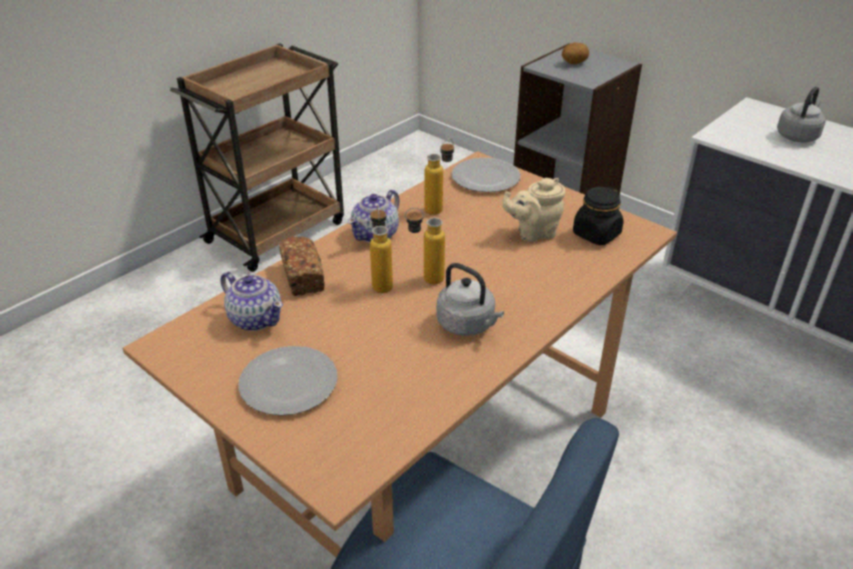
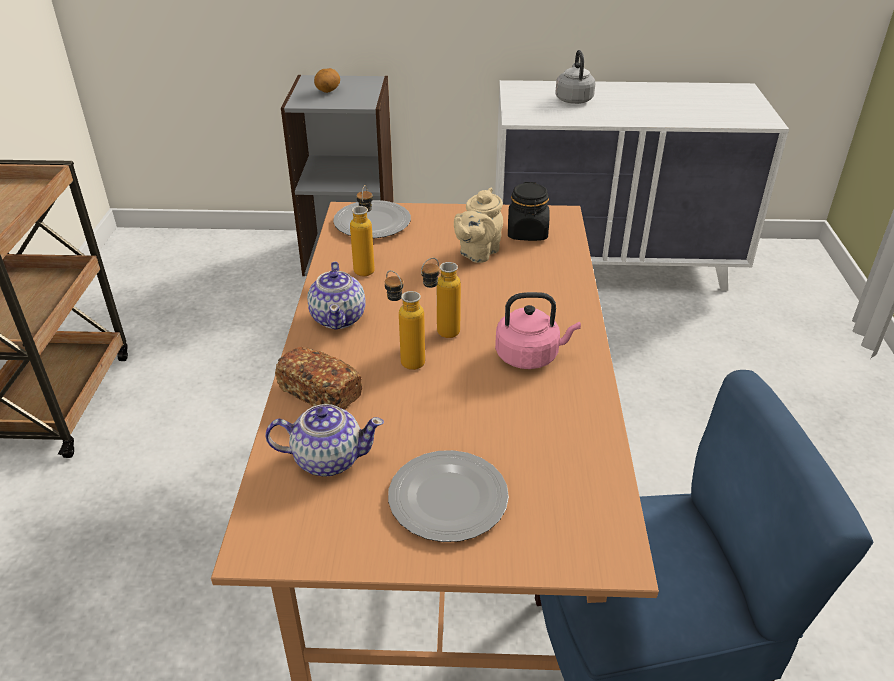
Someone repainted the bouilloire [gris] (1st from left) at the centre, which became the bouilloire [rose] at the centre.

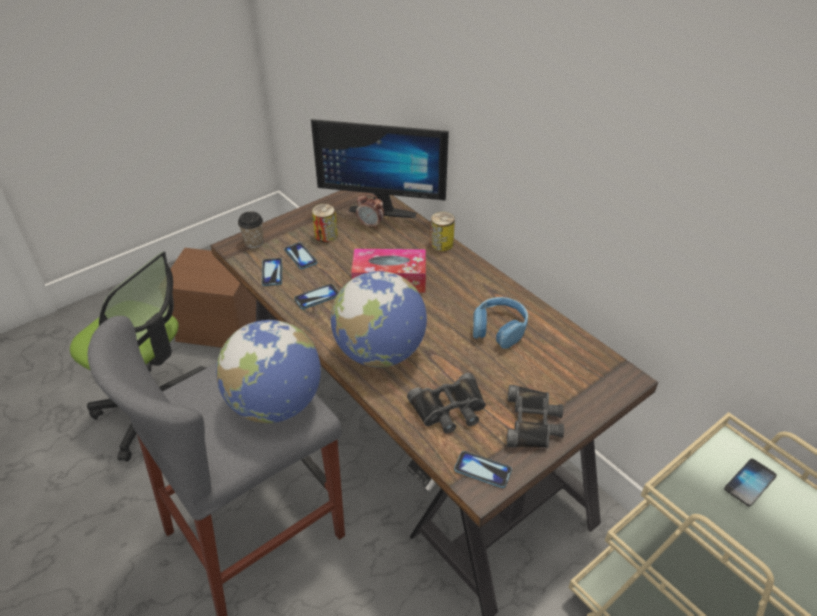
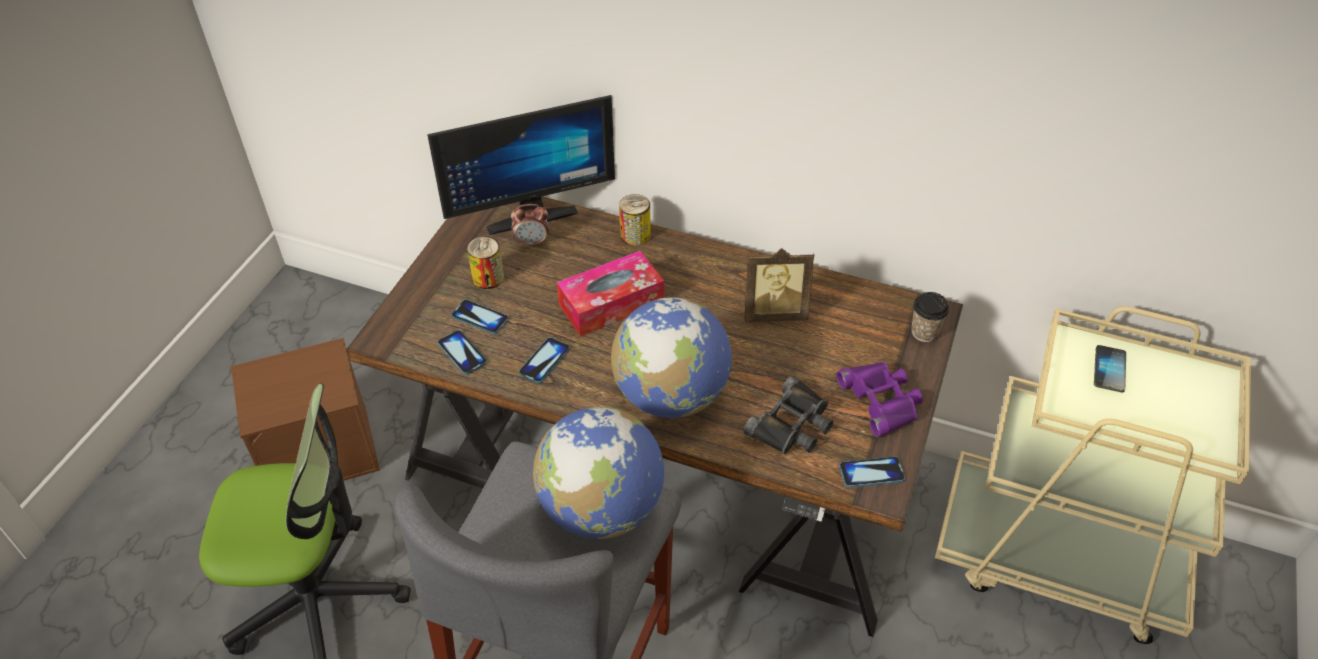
Someone carried the tasse from the middle left to the middle right. Someone swapped the casque audio [bleu] at the centre for the cadre photo at the centre. Someone repainted the jumelles [noir] (2nd from left) at the bottom centre, which became the jumelles [violet] at the middle right.

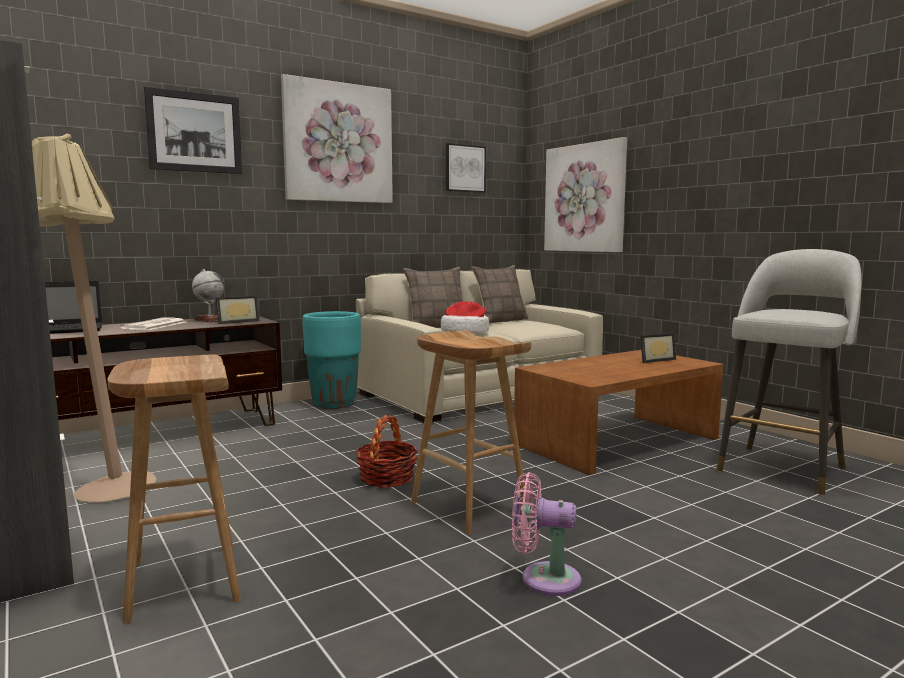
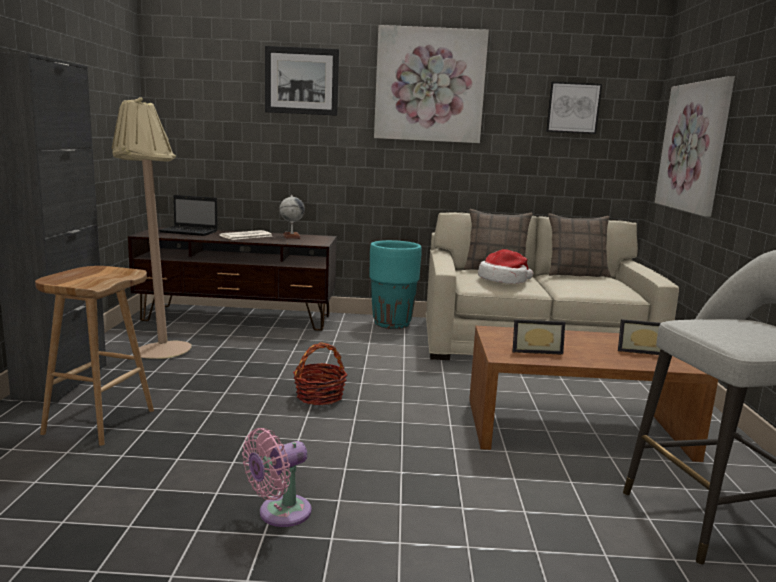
Someone carried the cadre photo (1st from left) from the middle left to the middle right. Someone took away the tabouret [marron] (2nd from left) at the centre. Someone rotated the ventilateur [rose] at the bottom centre by 90 degrees counterclockwise.

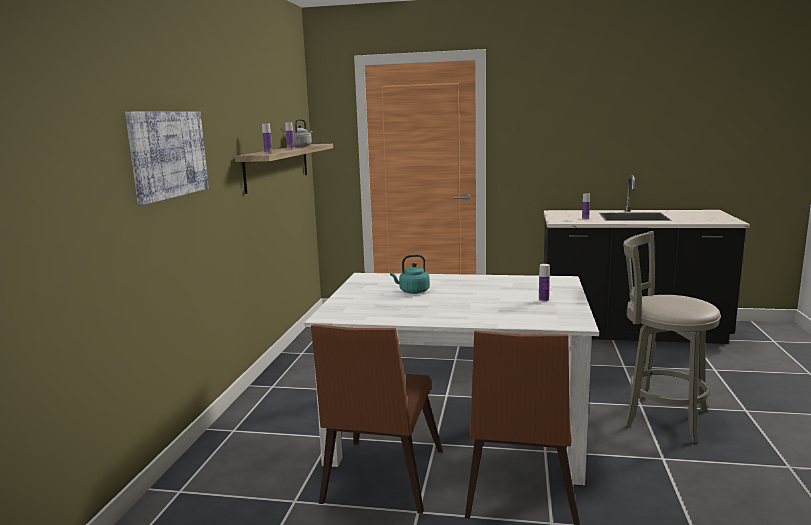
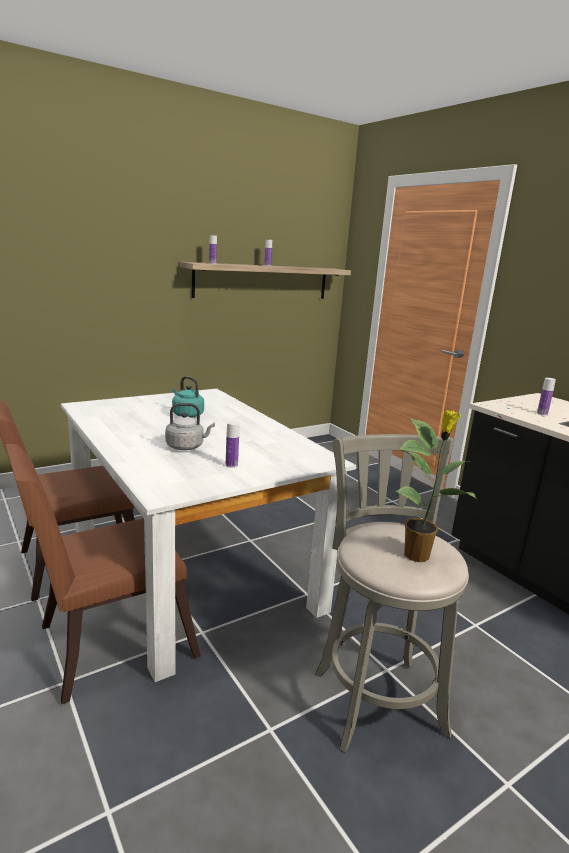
Someone took away the tableau at the top left. Someone carried the bouilloire [gris] from the top centre to the centre. Someone put down the plante en pot at the middle right.

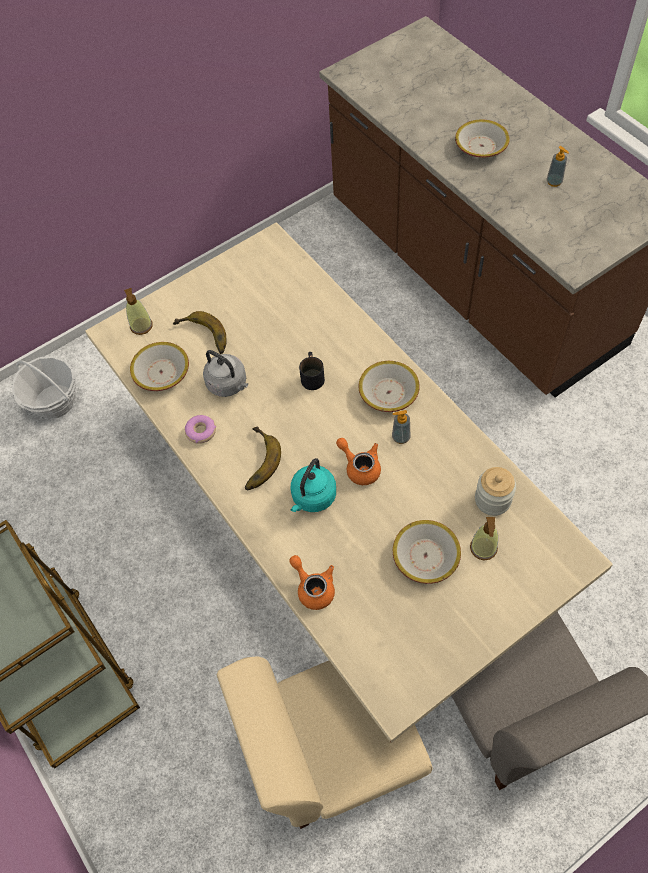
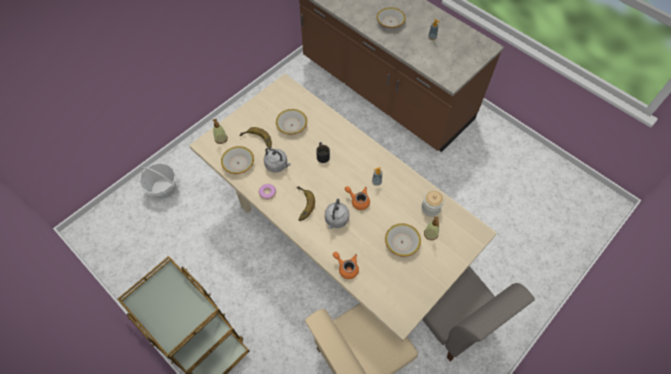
Someone repainted the bouilloire [turquoise] at the centre, which became the bouilloire [gris] (2nd from left) at the centre. Someone carried the bol (2nd from left) from the centre to the top centre.

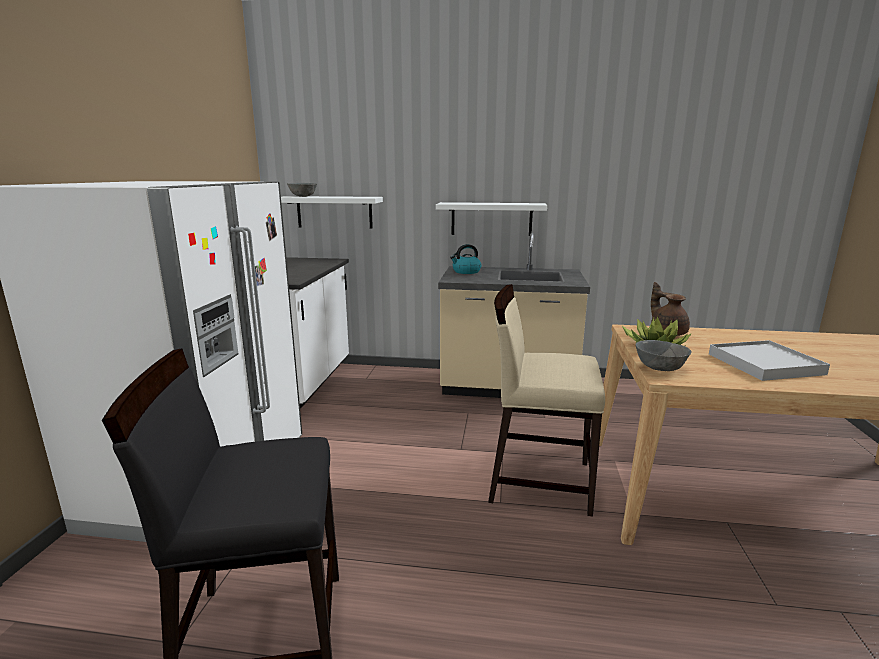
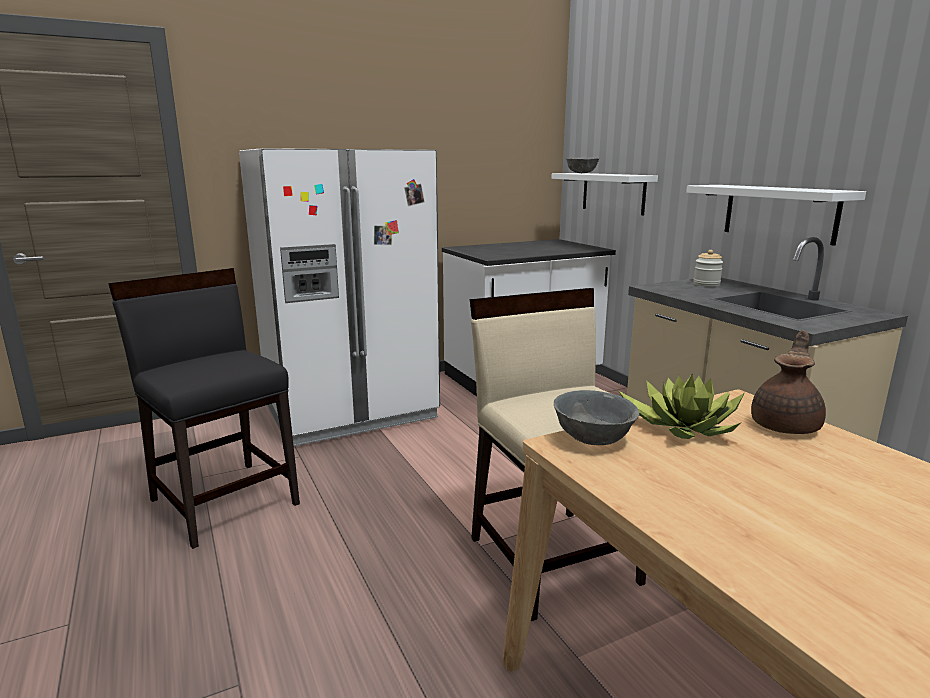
Someone swapped the bouilloire at the centre for the bocal at the middle right. Someone took away the plateau [blanc] at the middle right.

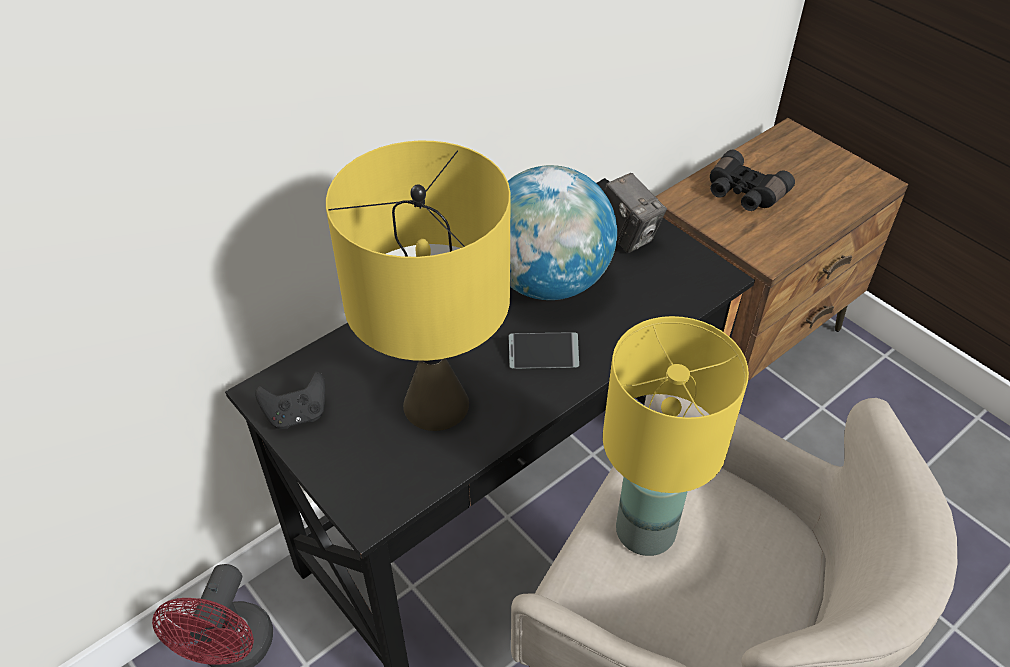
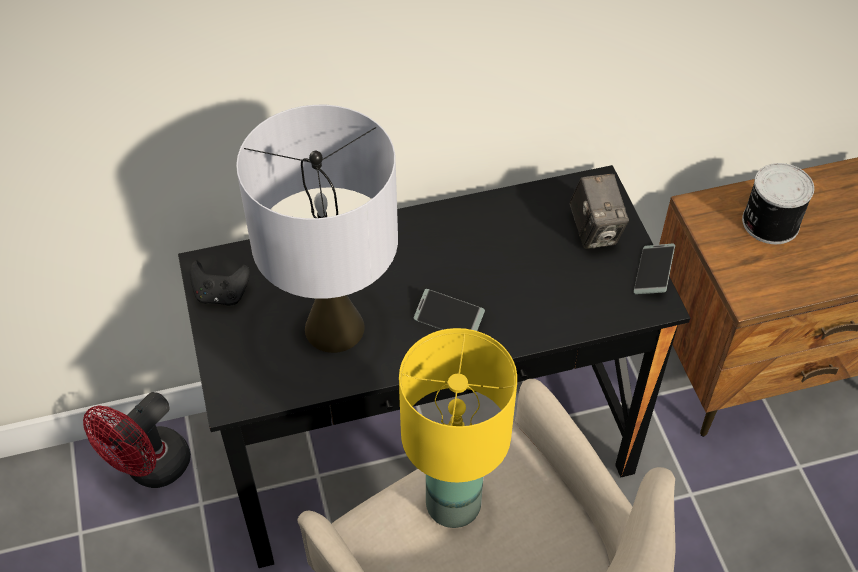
Someone repainted the lampe de table [jaune] (1st from left) at the centre, which became the lampe de table [gris] at the centre. Someone took away the globe at the centre. Someone swapped the jumelles [noir] at the top right for the boîte métallique at the middle right. Someone put down the téléphone (2nd from left) at the middle right.

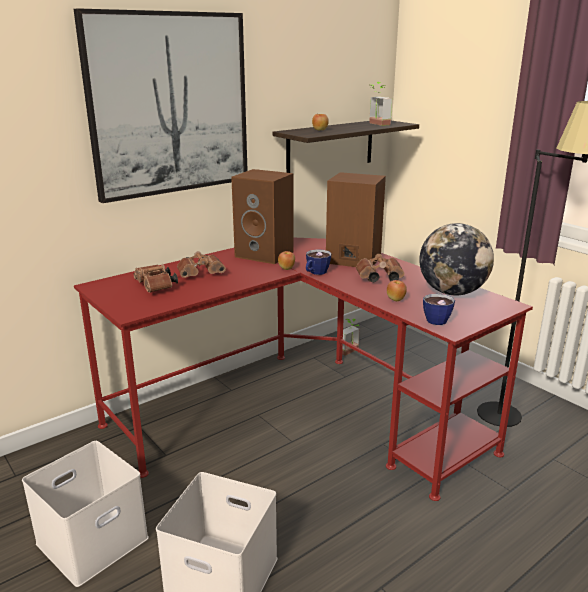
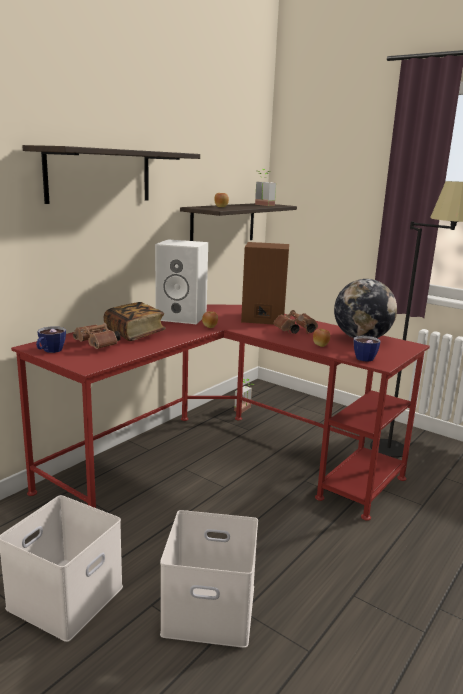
Someone swapped the tableau at the top left for the étagère (1st from left) at the top left. Someone swapped the jumelles [marron] (2nd from left) at the centre for the livre at the middle left. Someone repainted the enceinte [marron] (1st from left) at the centre, which became the enceinte [blanc] at the centre. Someone carried the tasse (1st from left) from the centre to the middle left.

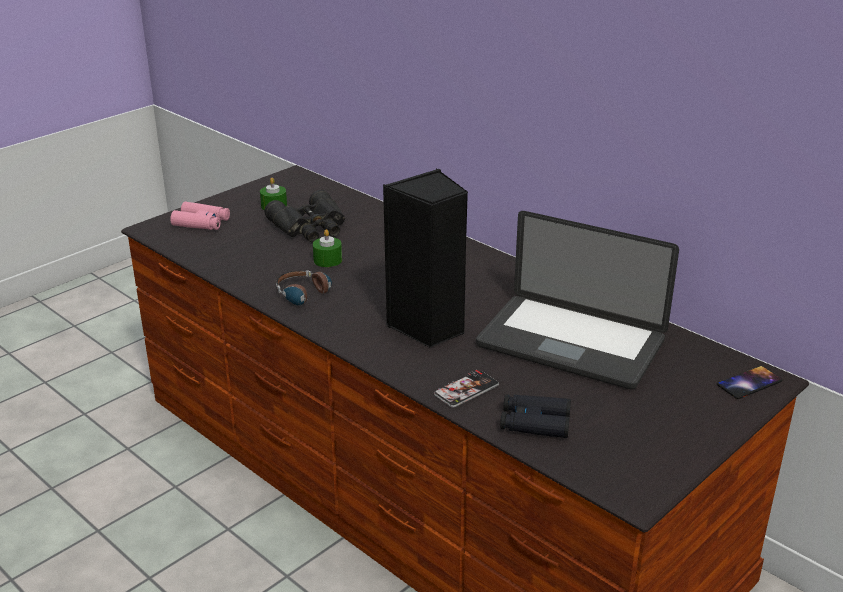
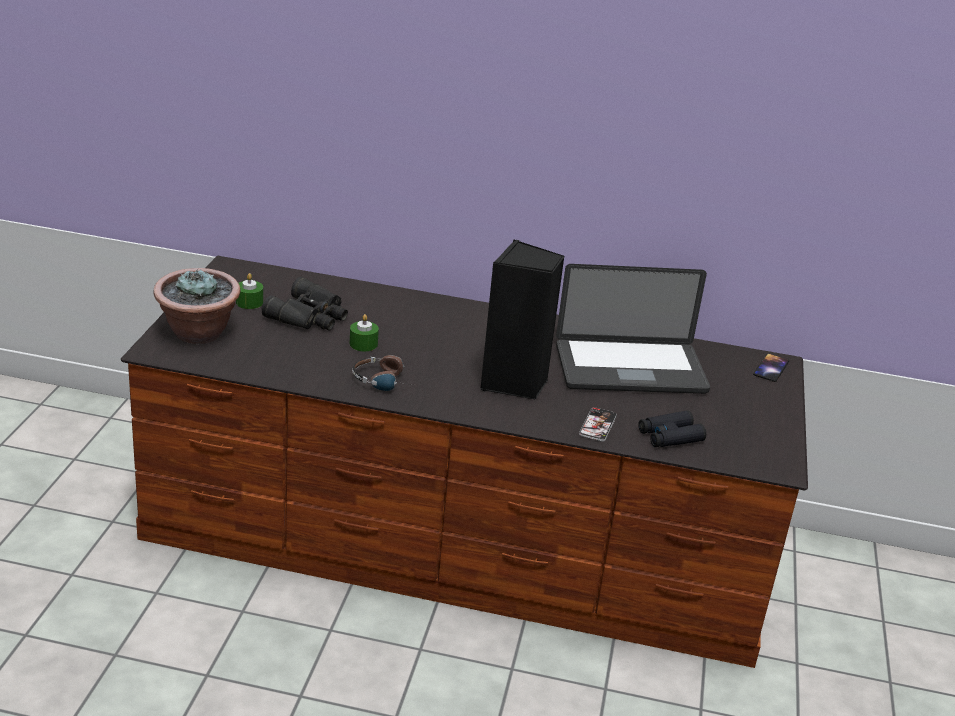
Someone swapped the jumelles [rose] at the middle left for the plante en pot at the middle left.

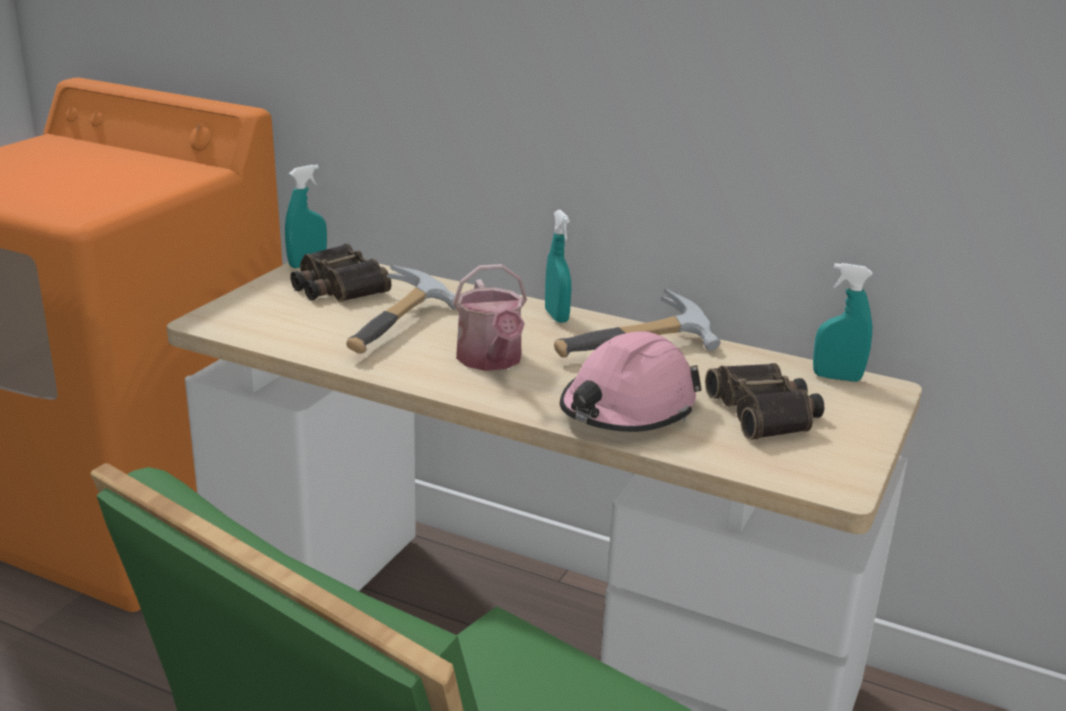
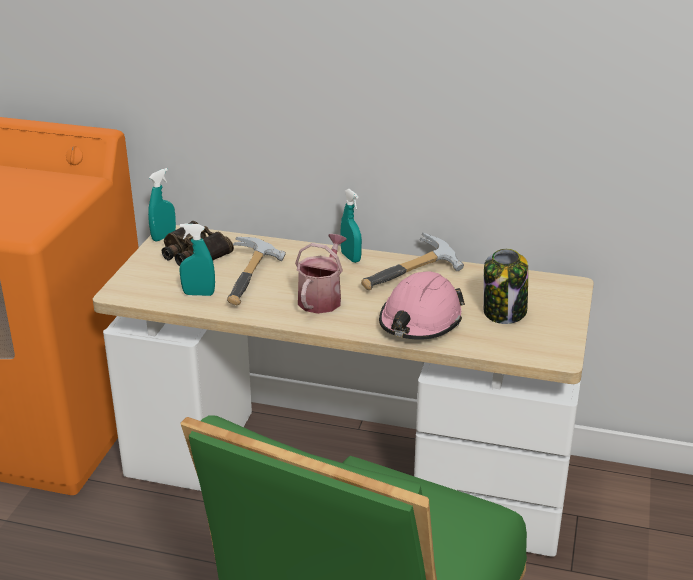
Someone rotated the arrosoir at the centre by 135 degrees counterclockwise. Someone swapped the jumelles (2nd from left) at the middle right for the bocal at the middle right. Someone carried the vaporisateur [turquoise] (3rd from left in the first image) from the middle right to the middle left.

